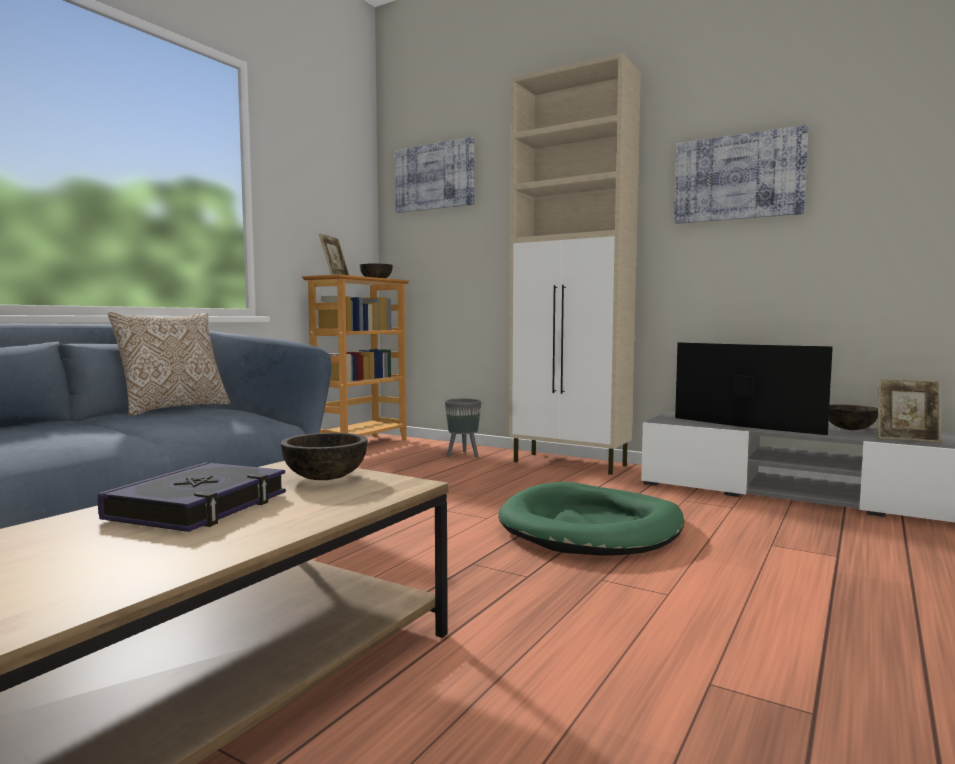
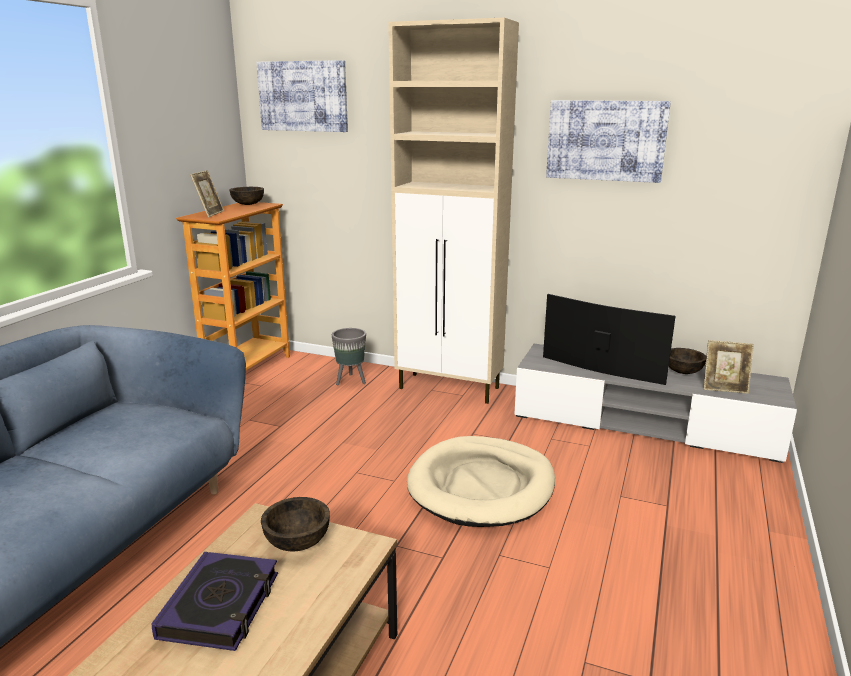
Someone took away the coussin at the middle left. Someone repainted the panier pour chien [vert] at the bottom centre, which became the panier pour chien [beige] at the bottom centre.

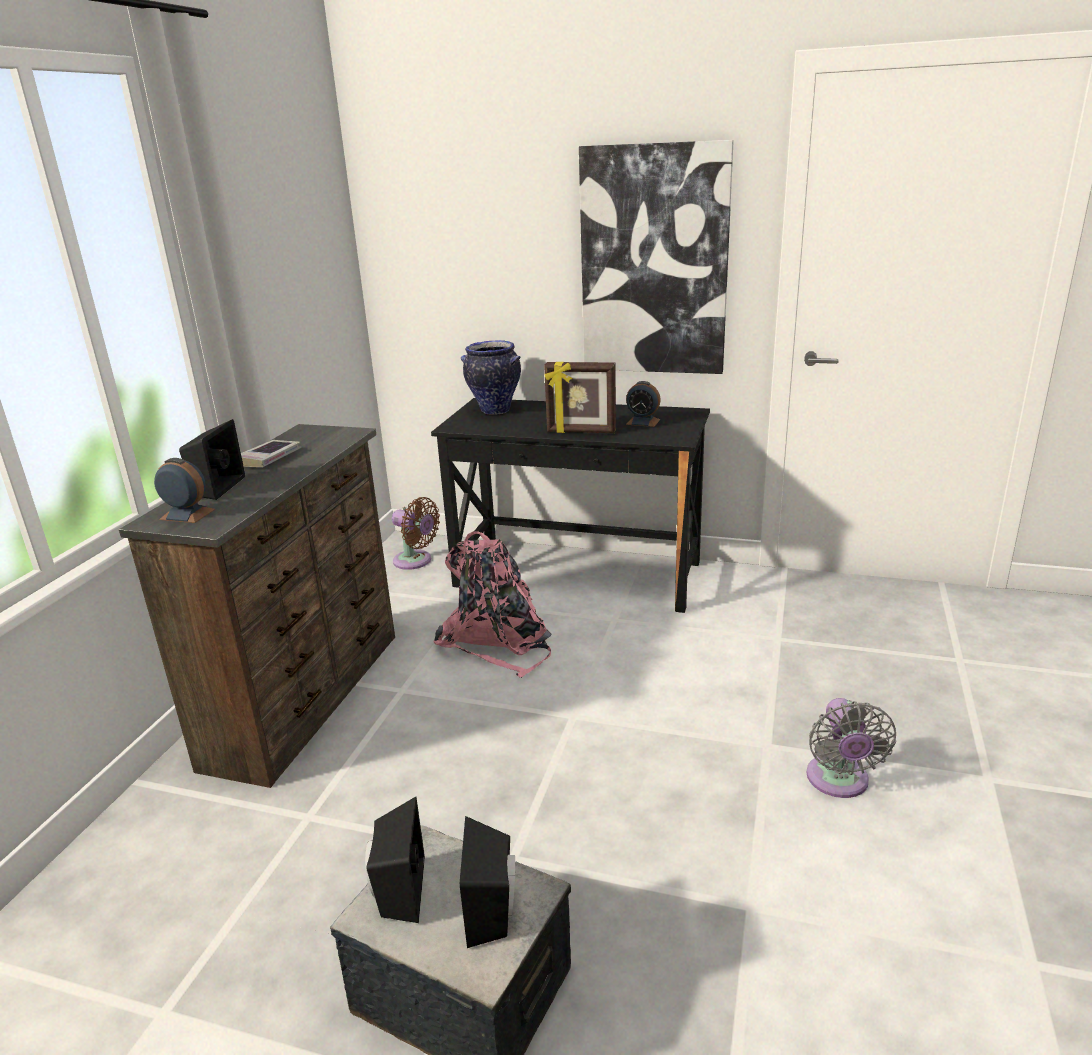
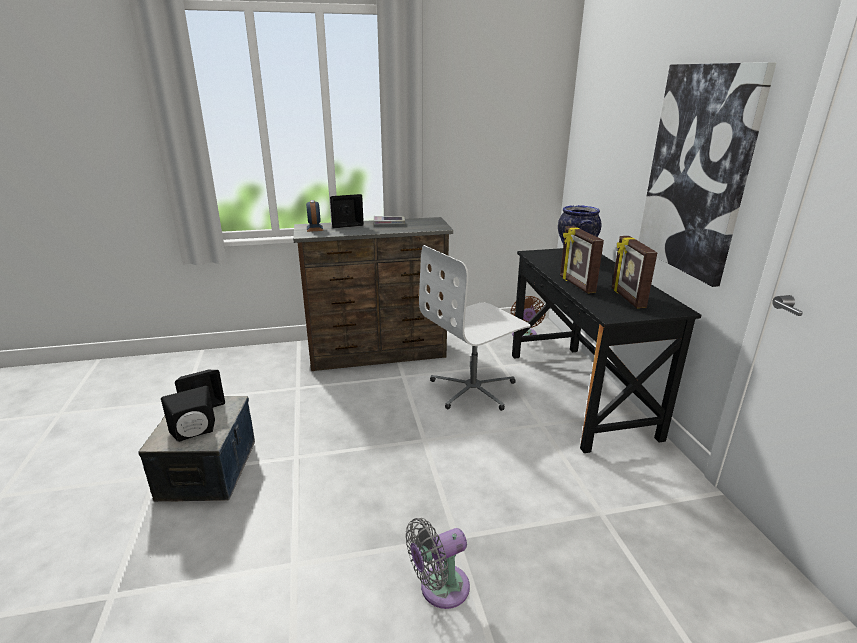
Someone swapped the sac à dos [rose] at the centre for the chaise de bureau [blanc] at the centre. Someone swapped the réveil (2nd from left) at the centre for the cadre photo (2nd from left) at the middle right.

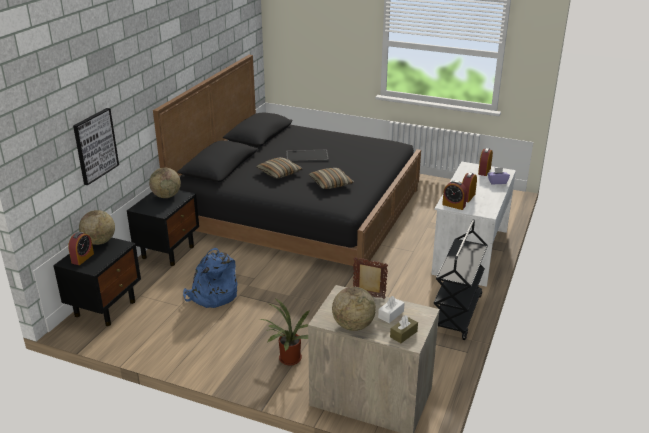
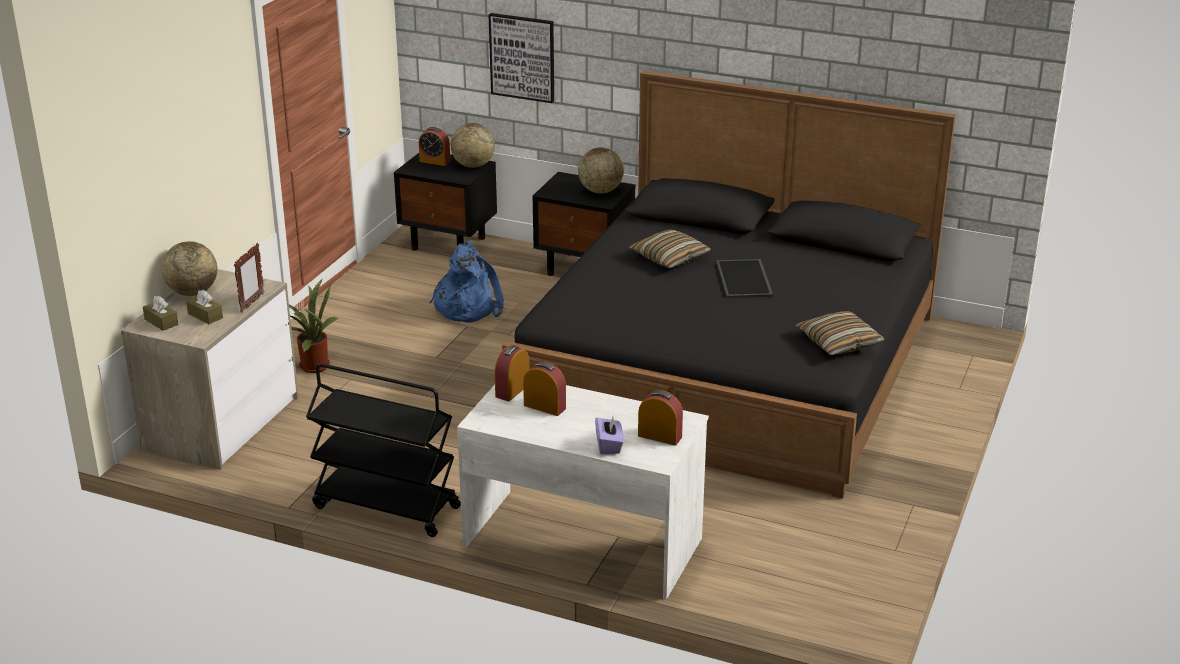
Someone carried the coussin (2nd from left) from the centre to the middle right. Someone repainted the boîte à mouchoirs [blanc] at the bottom centre, which became the boîte à mouchoirs [marron] (2nd from left) at the middle left.

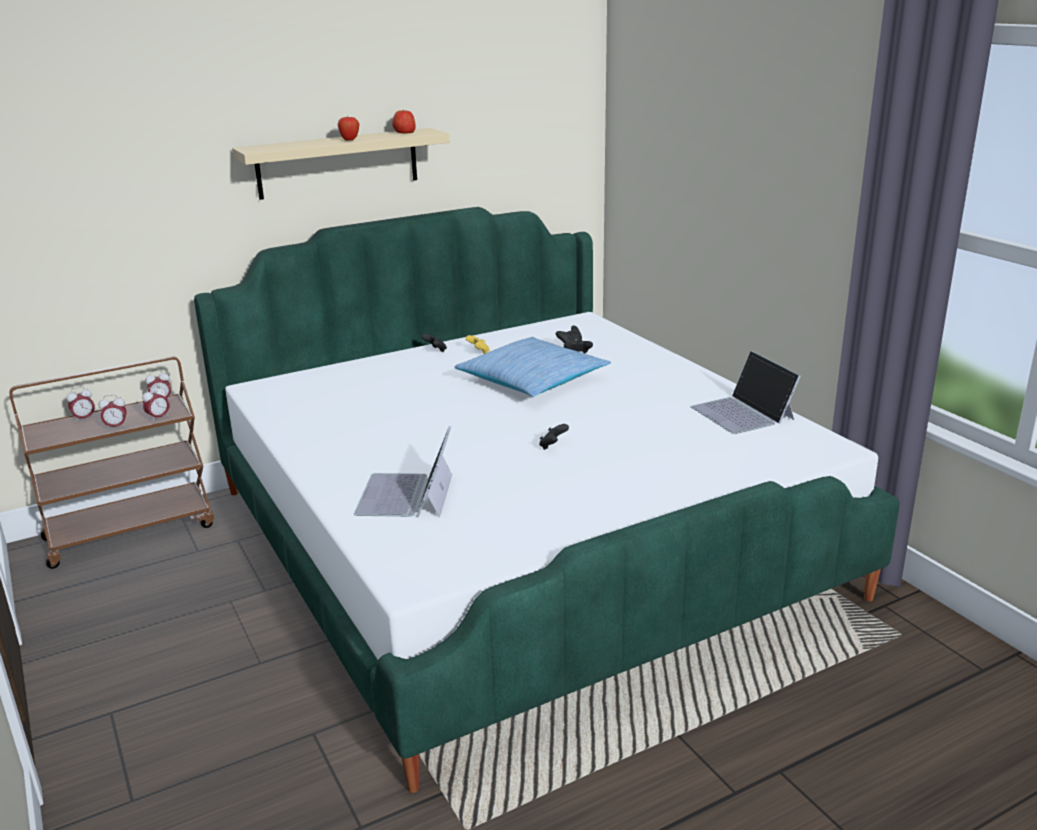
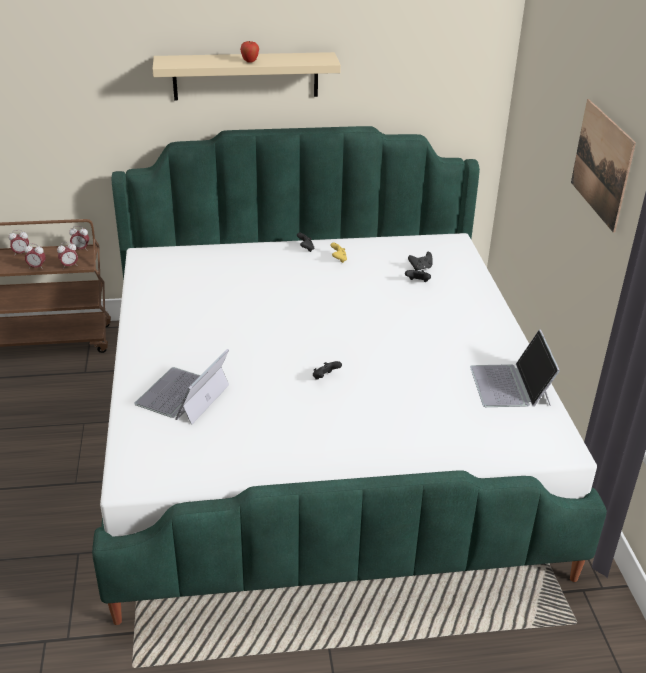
Someone took away the pomme (2nd from left) at the top centre. Someone took away the coussin at the centre. Someone put up the tableau at the top right.

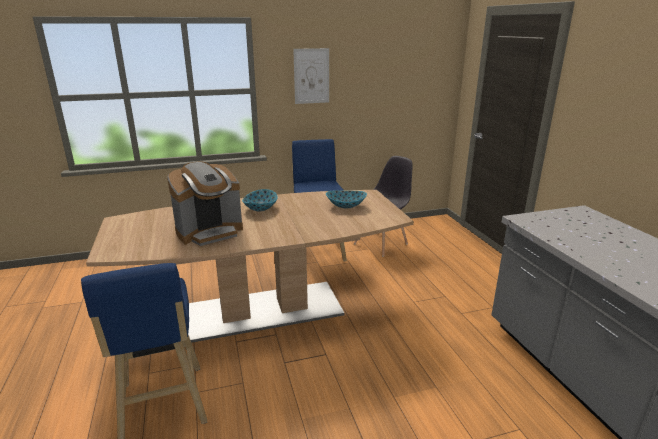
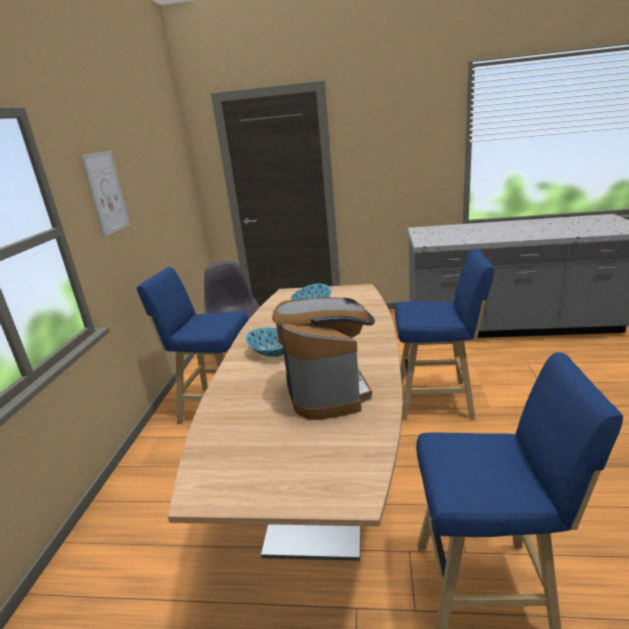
Someone put down the tabouret [bleu] (2nd from left) at the middle right.

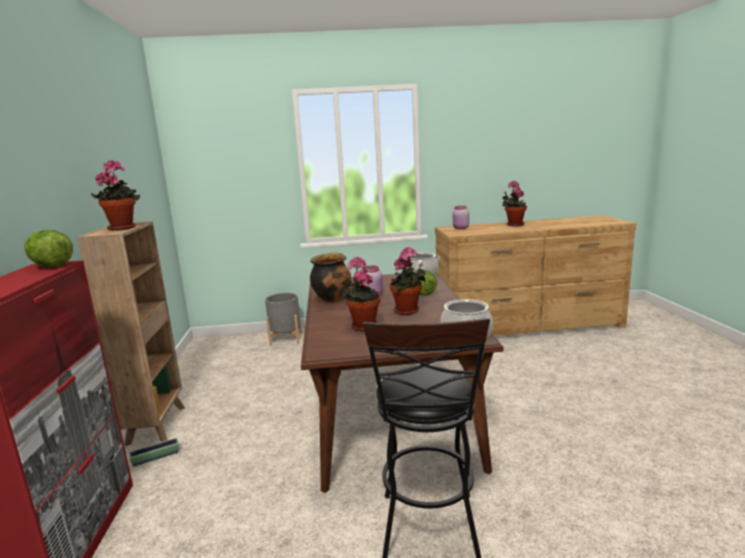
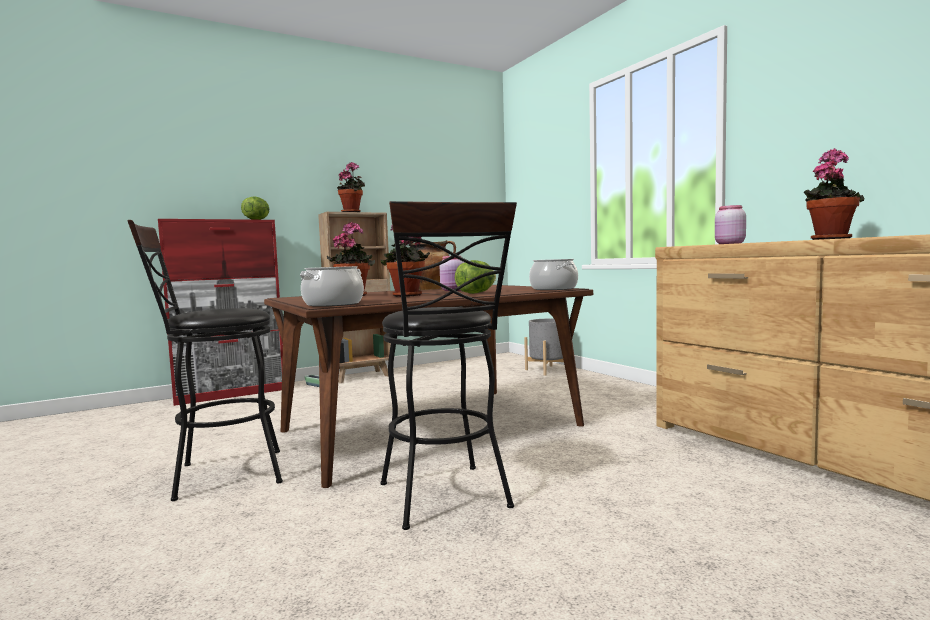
Someone put down the tabouret [noir] (2nd from left) at the centre.

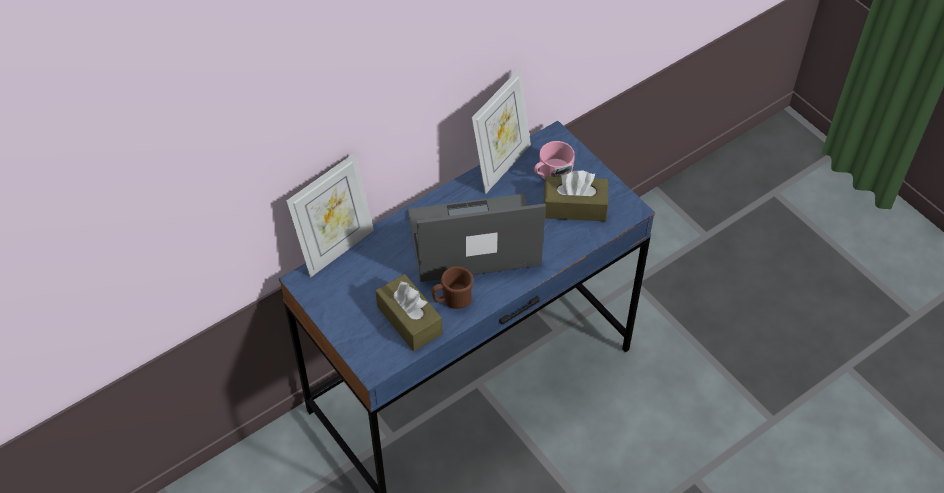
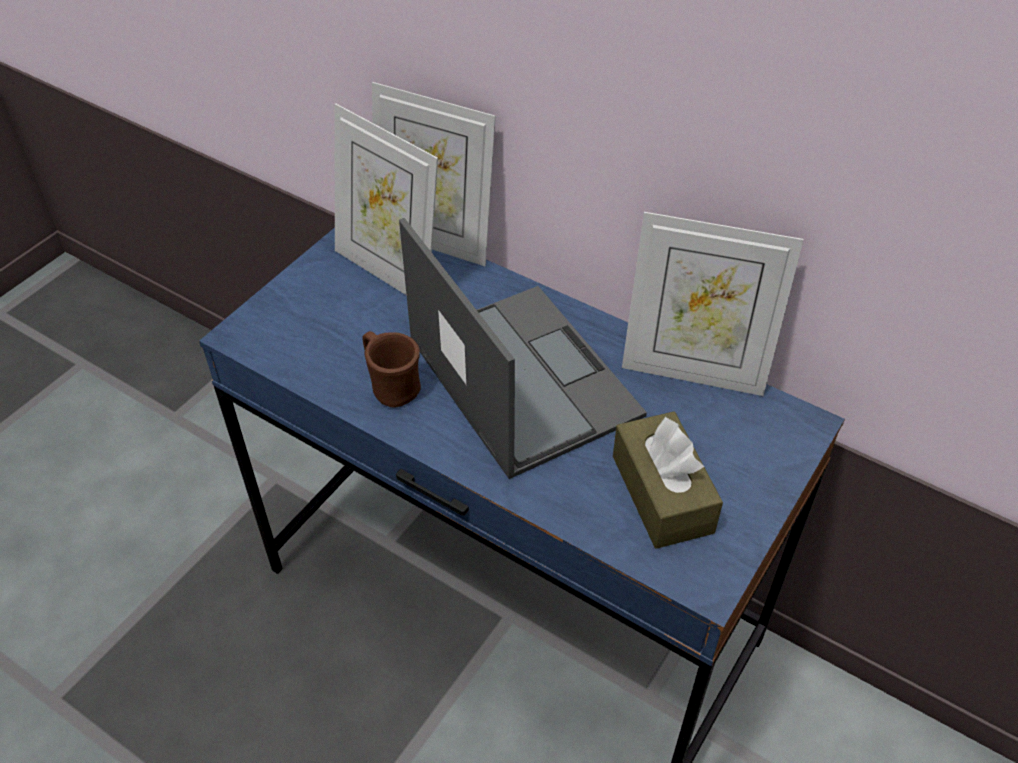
Someone took away the boîte à mouchoirs [marron] (1st from left) at the centre. Someone took away the mug [rose] at the top centre. Someone put down the cadre photo (1st from left) at the top centre.

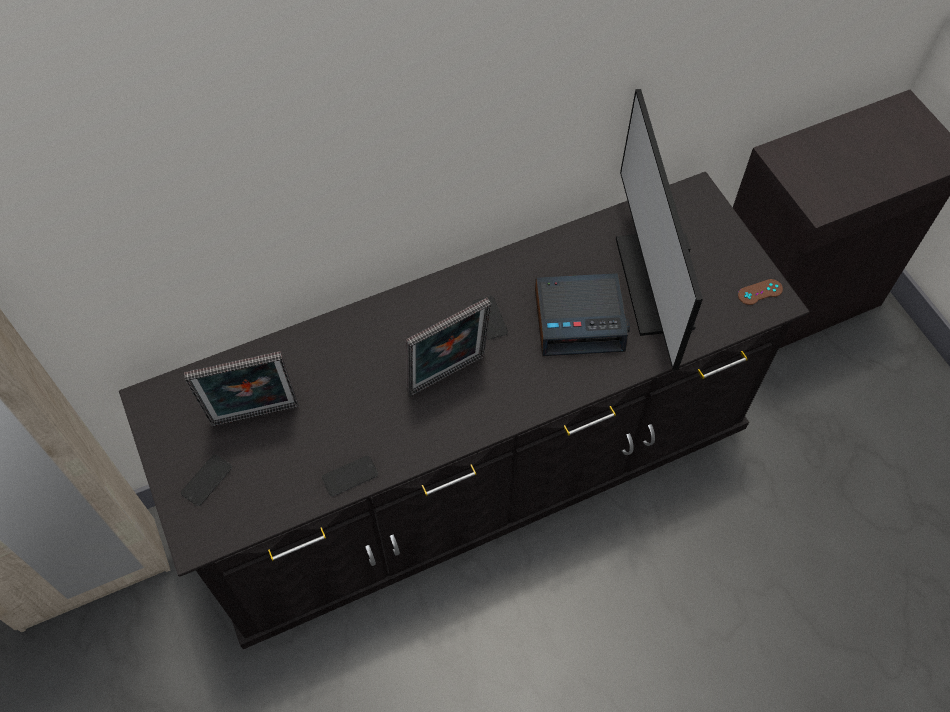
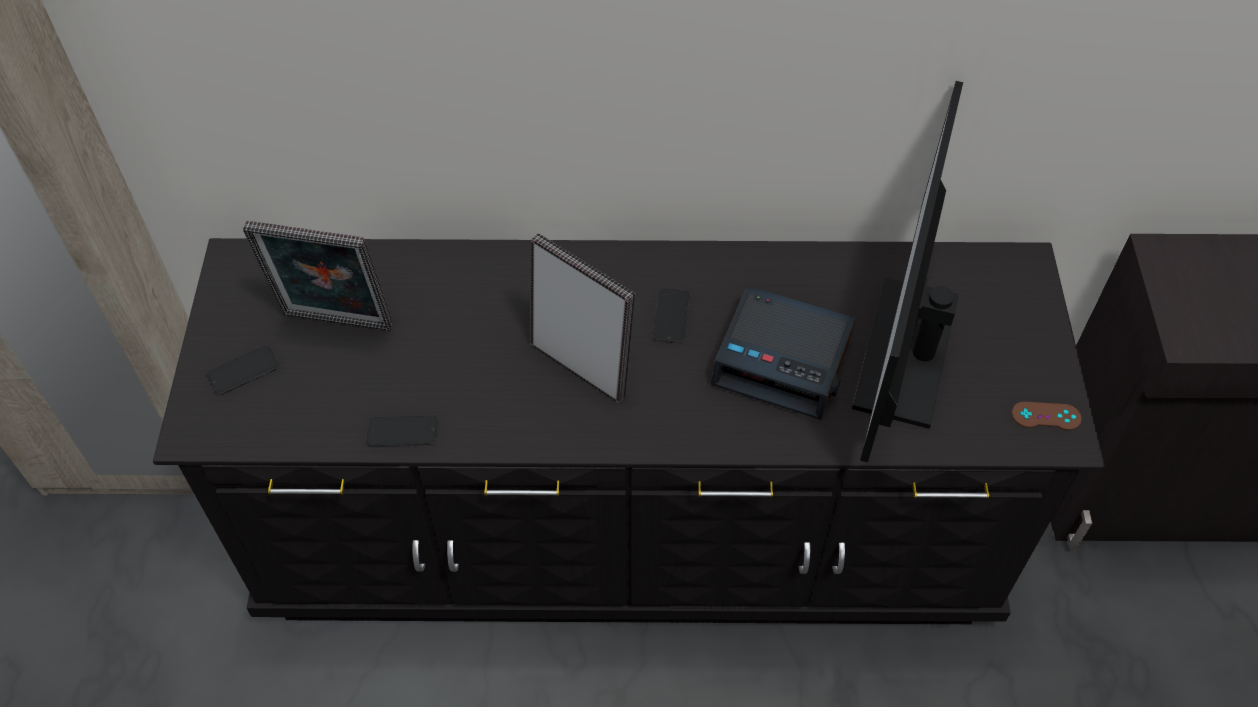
Someone rotated the cadre photo (2nd from left) at the centre by 135 degrees counterclockwise.

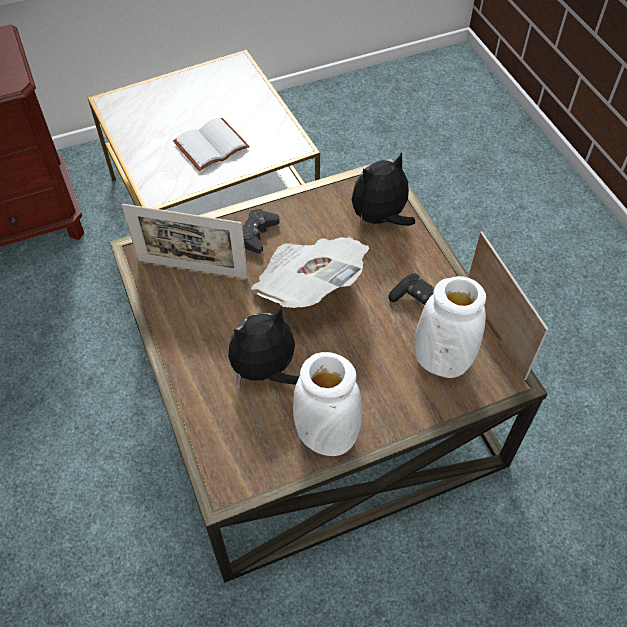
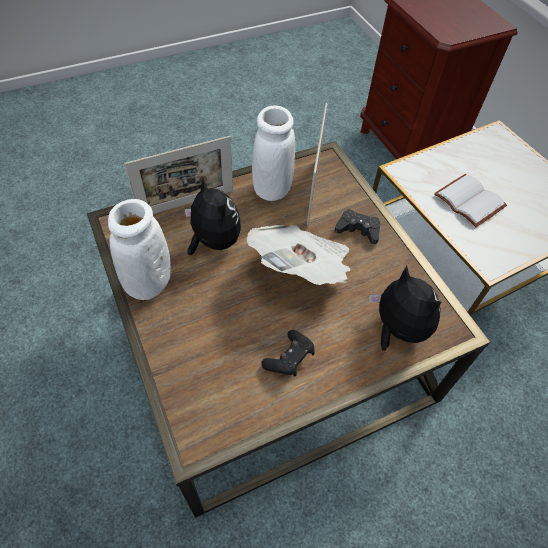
Someone carried the vase [blanc] (2nd from left) from the middle right to the top centre. Someone carried the cadre photo (2nd from left in the first image) from the middle right to the top left.

